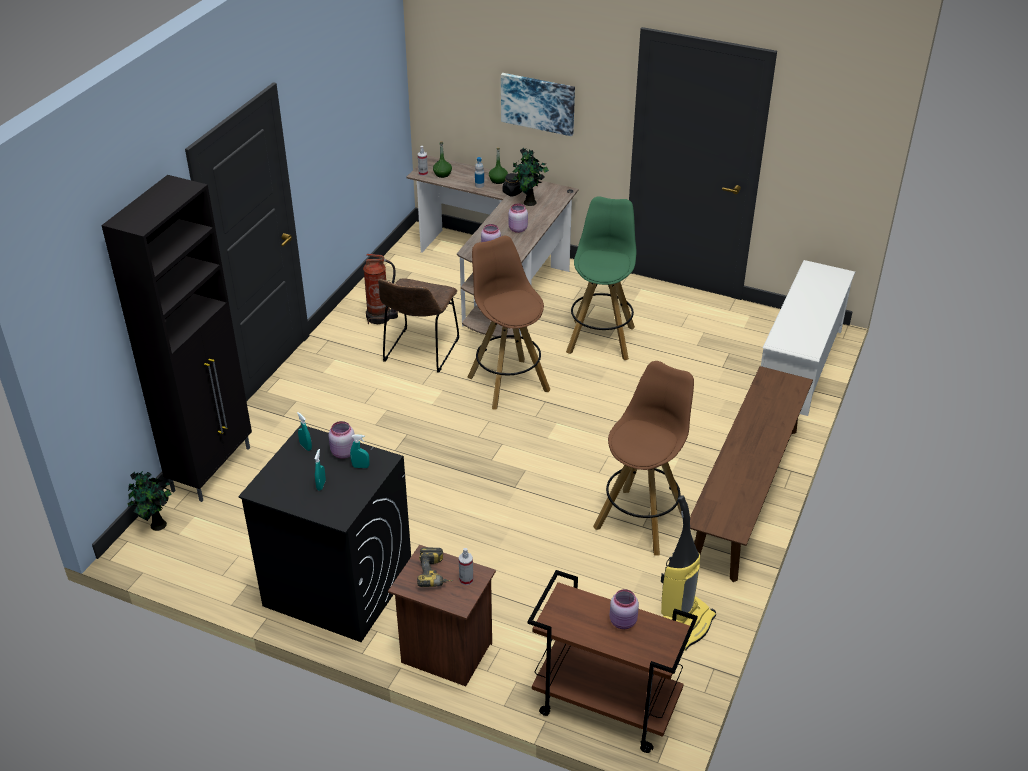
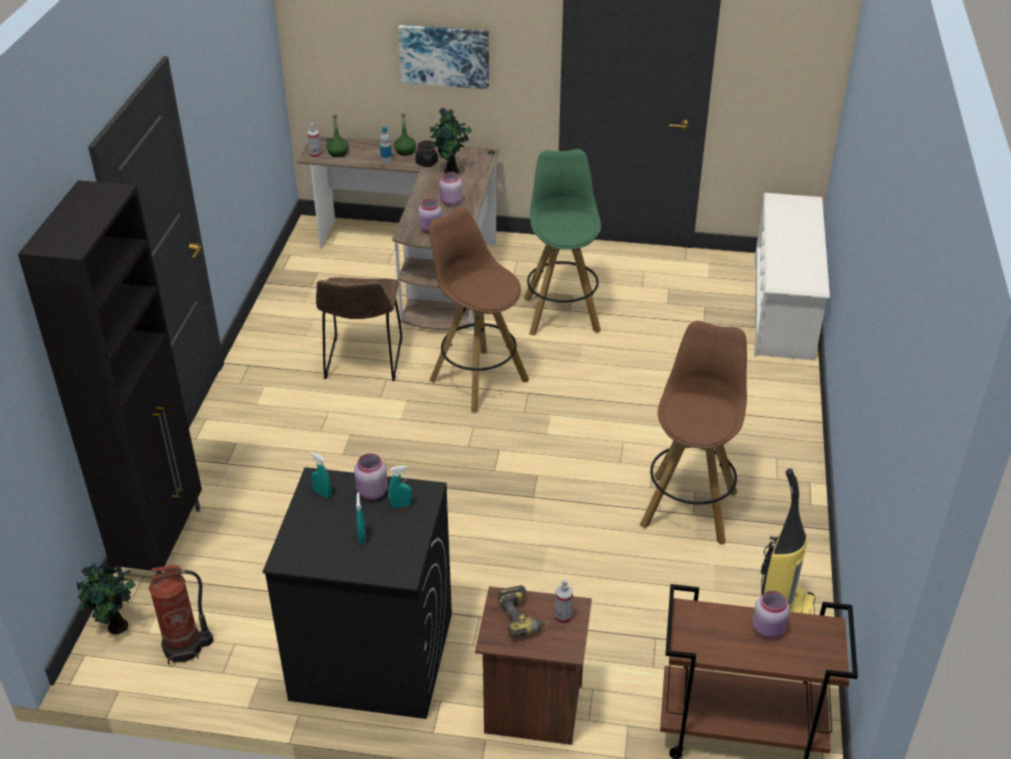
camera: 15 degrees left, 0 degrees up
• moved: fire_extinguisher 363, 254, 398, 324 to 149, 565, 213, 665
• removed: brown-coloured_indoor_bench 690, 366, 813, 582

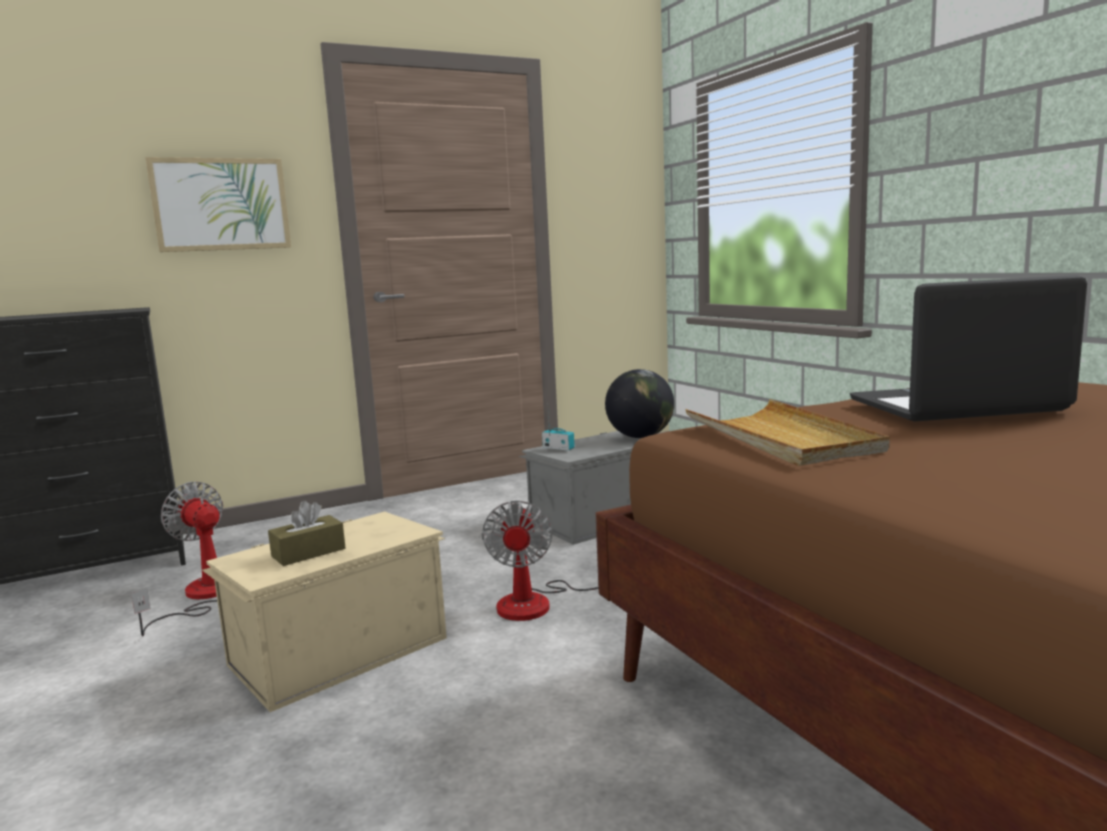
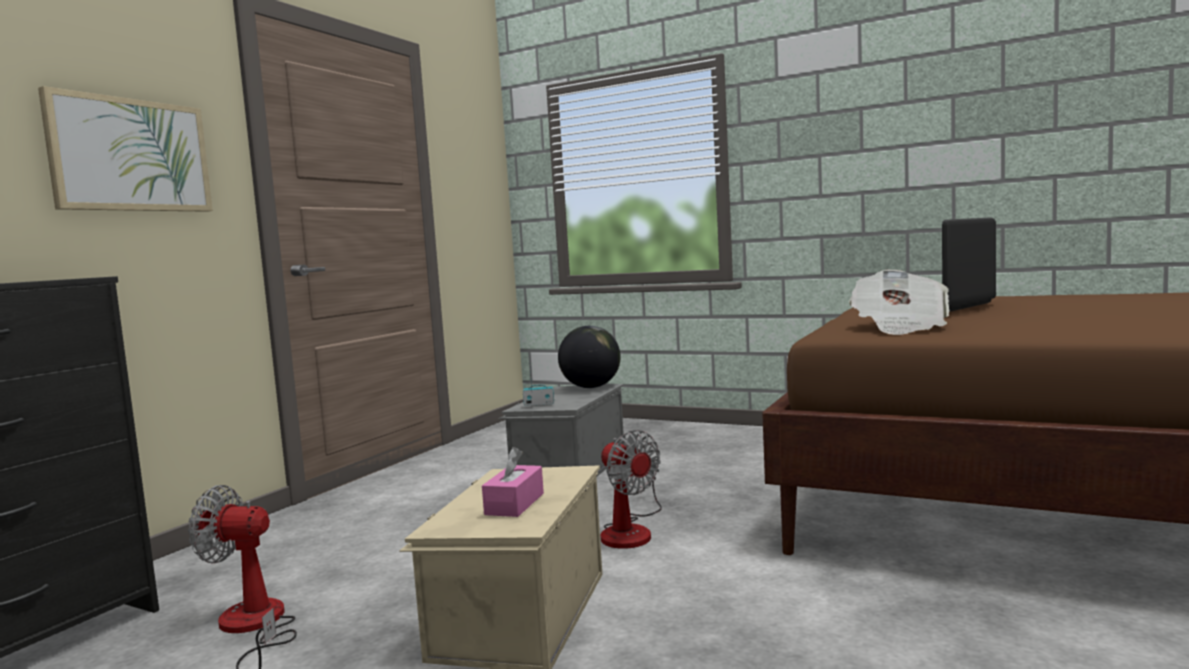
camera: 35 degrees left, 5 degrees down
• recoloured: brown-coloured_box_of_tissues 268, 501, 346, 566 to pink_box_of_tissues 482, 447, 544, 517
• replaced: beige-coloured_carrying_tray 685, 399, 890, 466 to printed_paper 849, 270, 949, 335

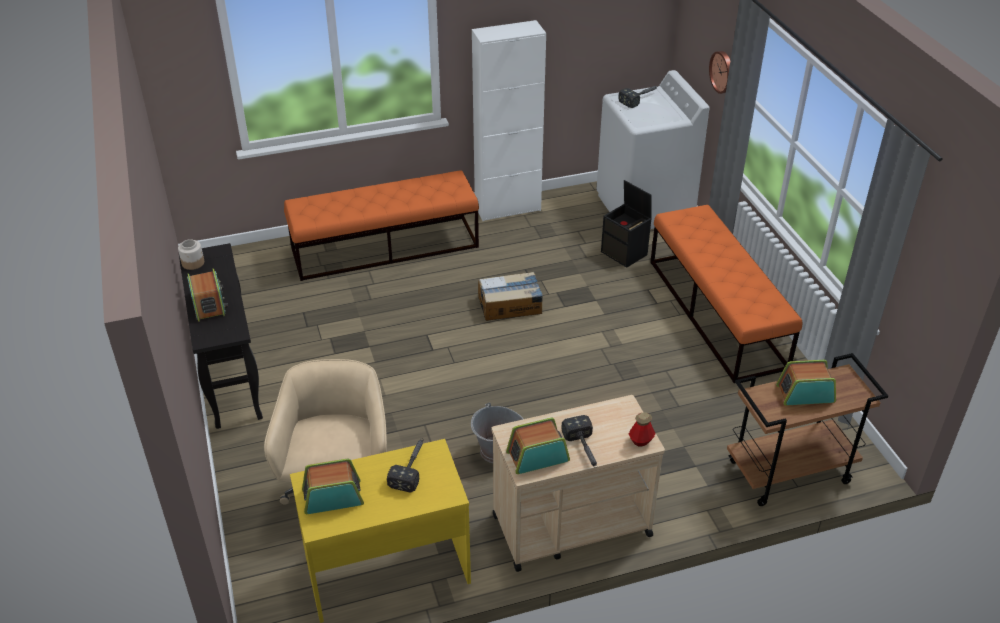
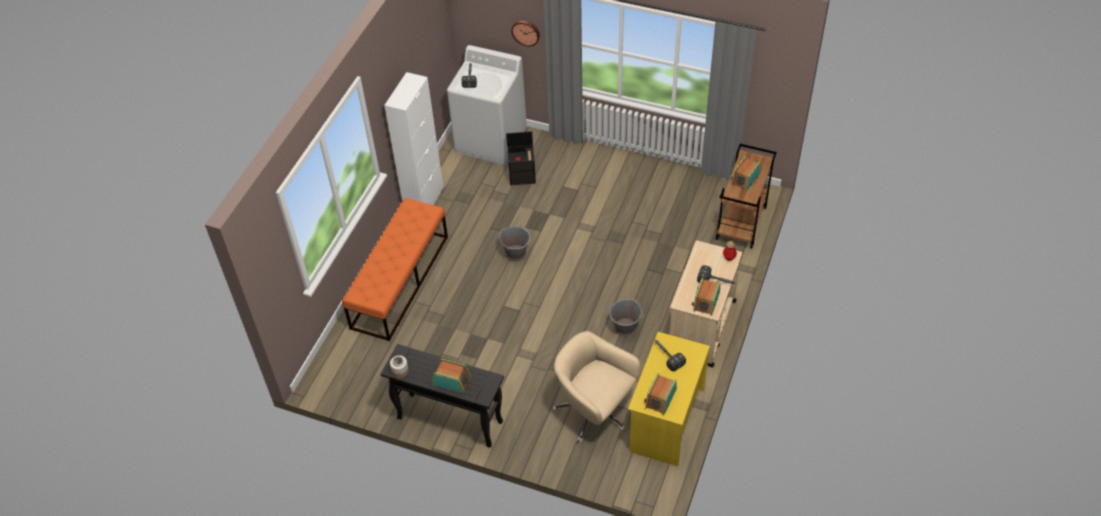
camera: 50 degrees left, 10 degrees up
• replaced: cardboard_box 478, 272, 543, 321 to grey_bucket 499, 225, 530, 262
• removed: orange_indoor_bench 650, 205, 802, 383

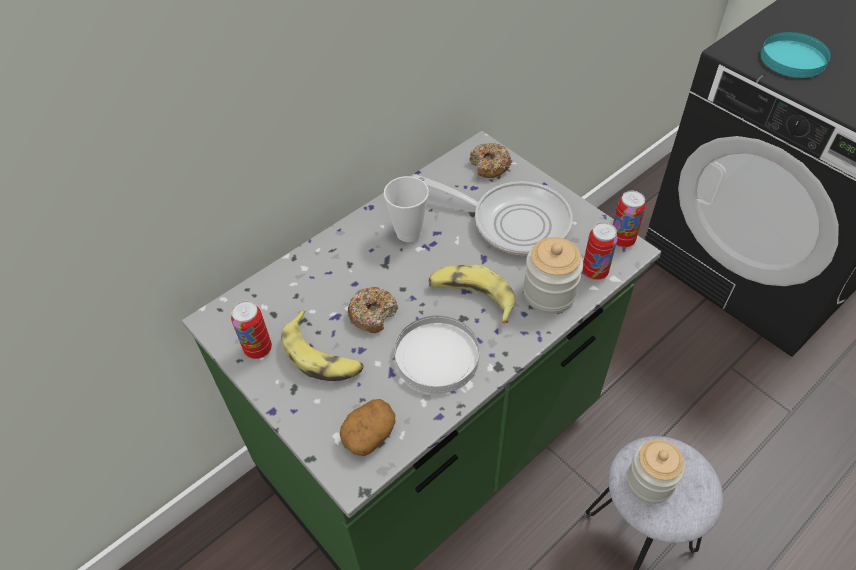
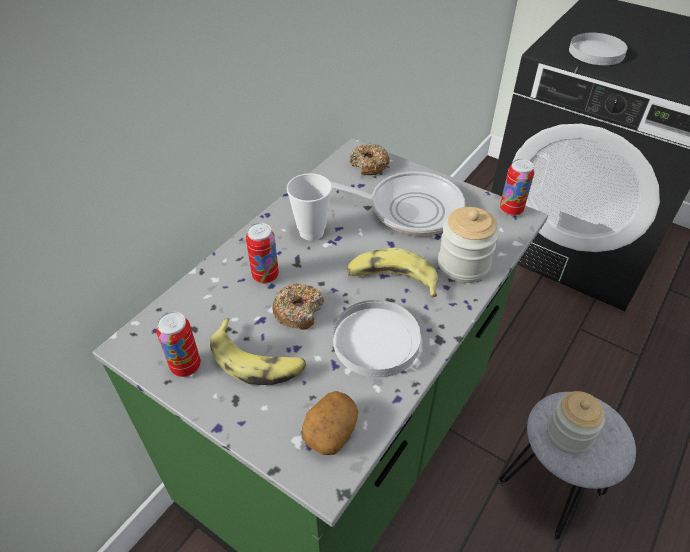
camera: 15 degrees left, 5 degrees down
• moved: metal_can 583, 222, 618, 280 to 246, 223, 279, 284
• recoloured: turquoise-coloured_flat_dish 761, 32, 831, 78 to white-coloured_flat_dish 569, 33, 628, 65

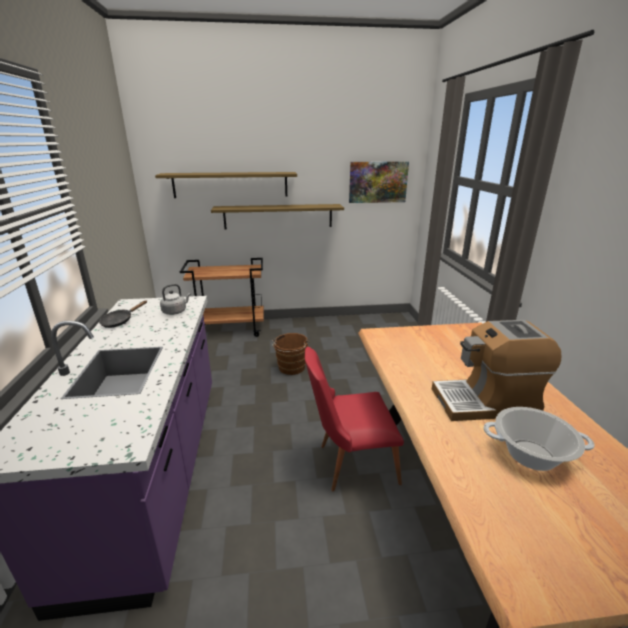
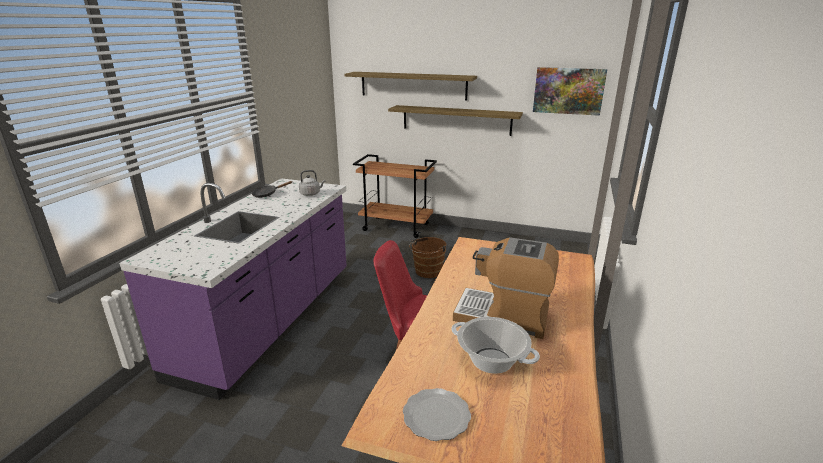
camera: 25 degrees right, 0 degrees up
• added: flat_dish 403, 388, 471, 441

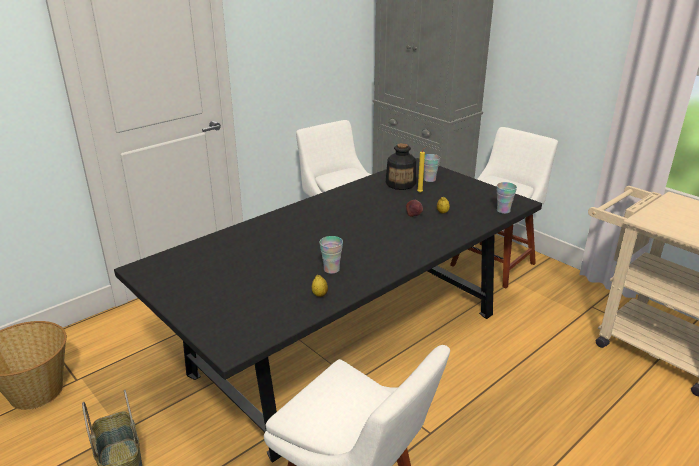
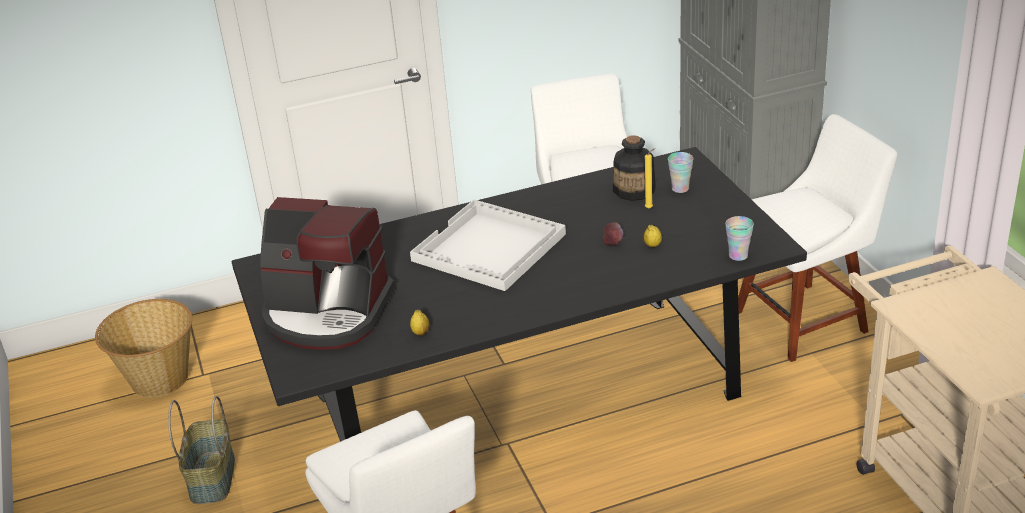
camera: 25 degrees right, 5 degrees up
• added: coffee_machine 260, 197, 395, 350
• added: white-coloured_carrying_tray 410, 199, 566, 291
• removed: cup 319, 236, 343, 274

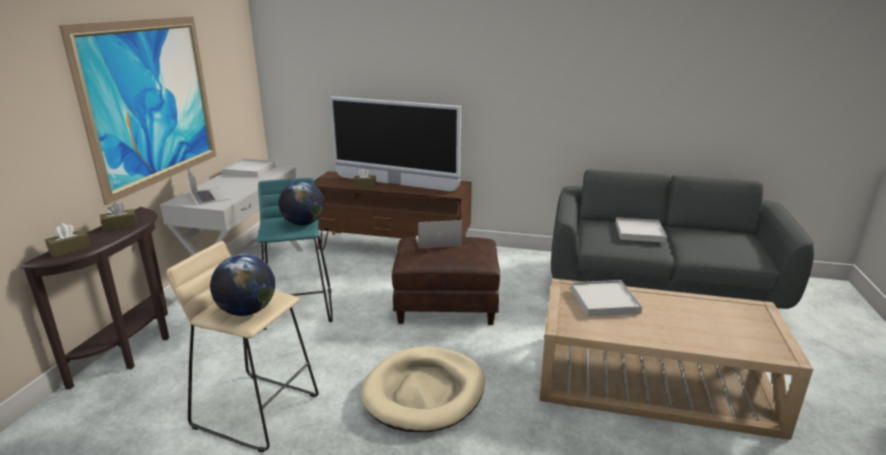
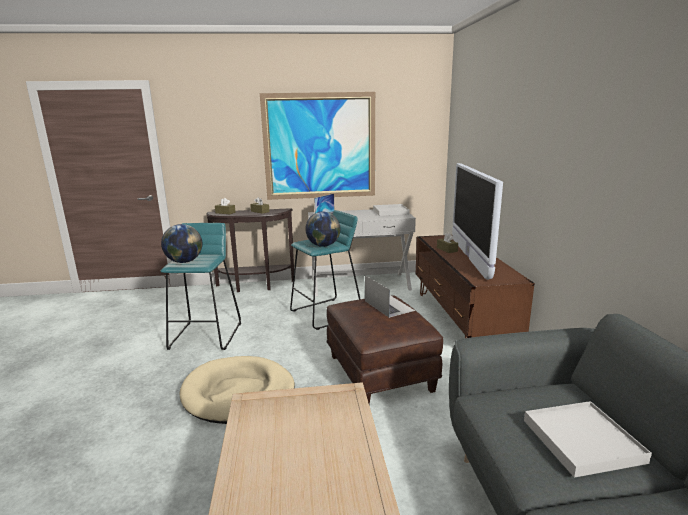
camera: 70 degrees right, 5 degrees down
• recoloured: beige-coloured_stool 167, 241, 319, 452 to turquoise-coloured_stool 160, 223, 241, 350
• removed: white-coloured_carrying_tray 571, 280, 642, 317

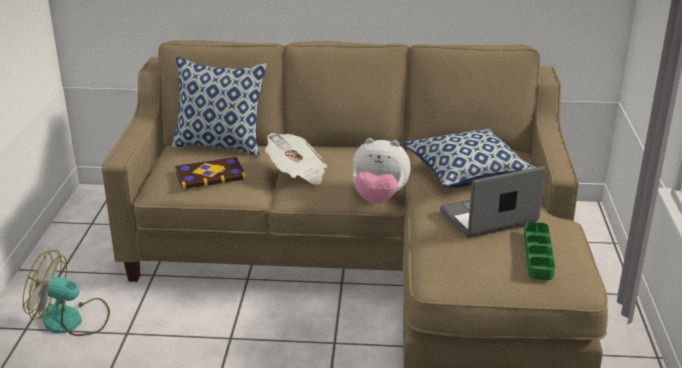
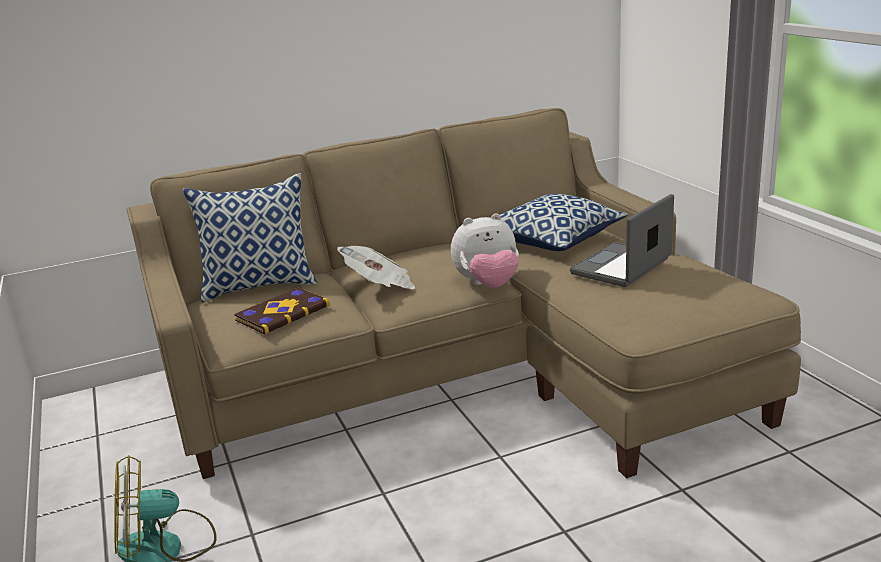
camera: 25 degrees left, 5 degrees down
• removed: green-coloured_carrying_tray 524, 222, 555, 280

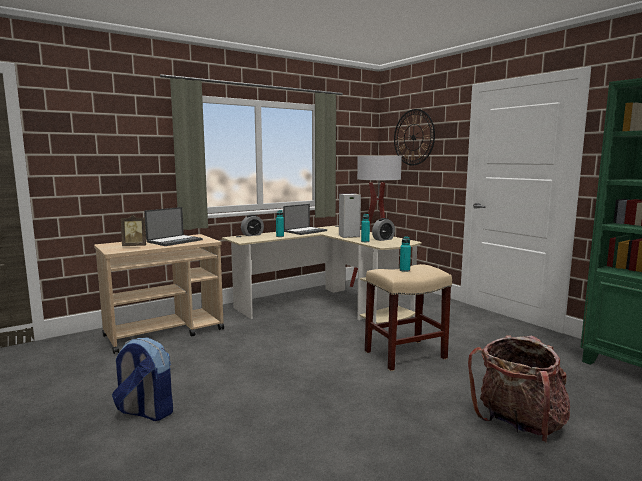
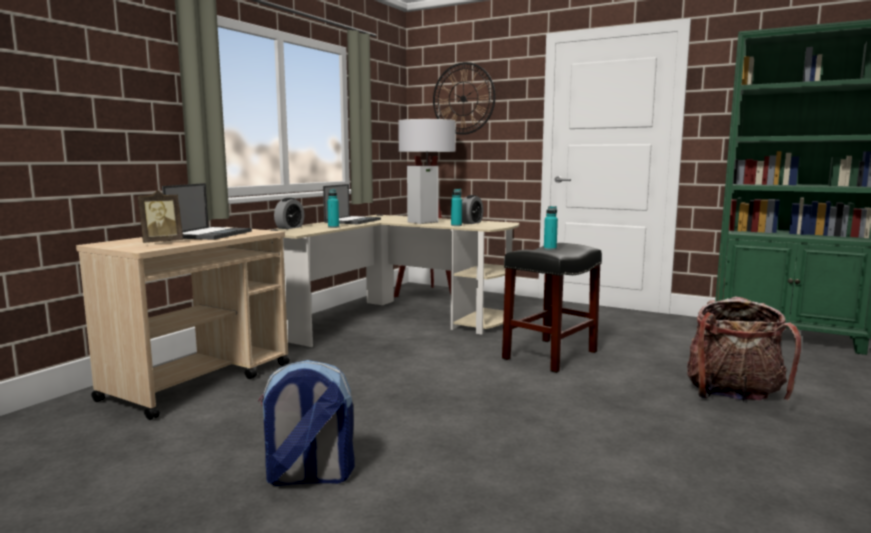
camera: 25 degrees left, 0 degrees up
• recoloured: beige-coloured_stool 365, 264, 452, 371 to blackish_stool 502, 243, 602, 373

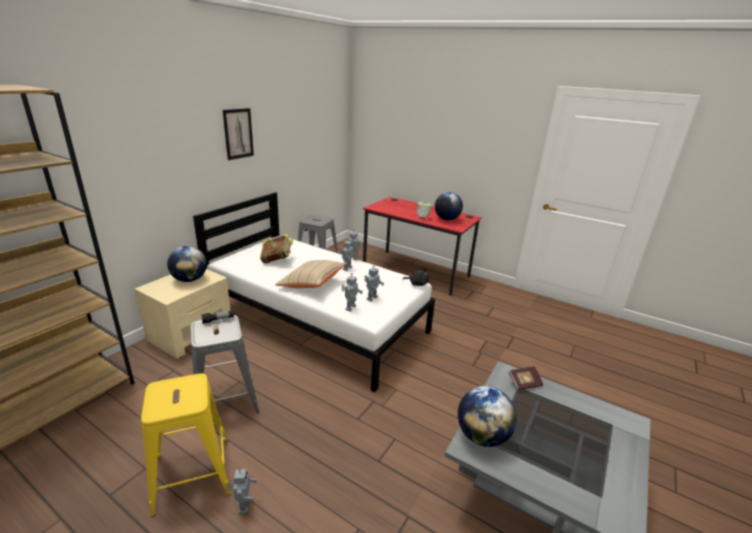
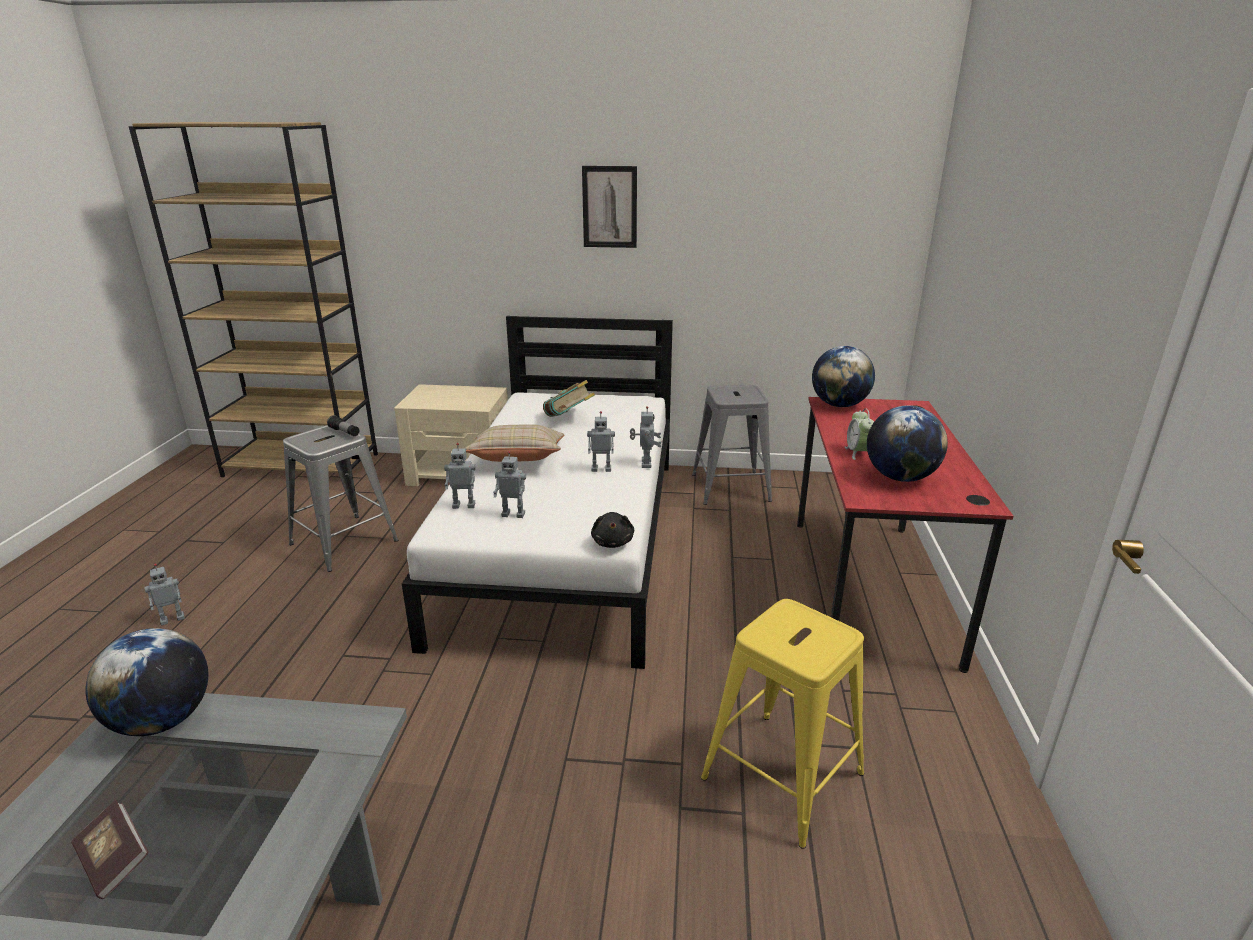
camera: 65 degrees right, 0 degrees up
• moved: bound_book 509, 366, 543, 390 to 72, 800, 149, 899
• moved: yellow_stool 141, 373, 231, 517 to 701, 599, 864, 849
• moved: world_globe 167, 246, 207, 282 to 812, 346, 875, 407

